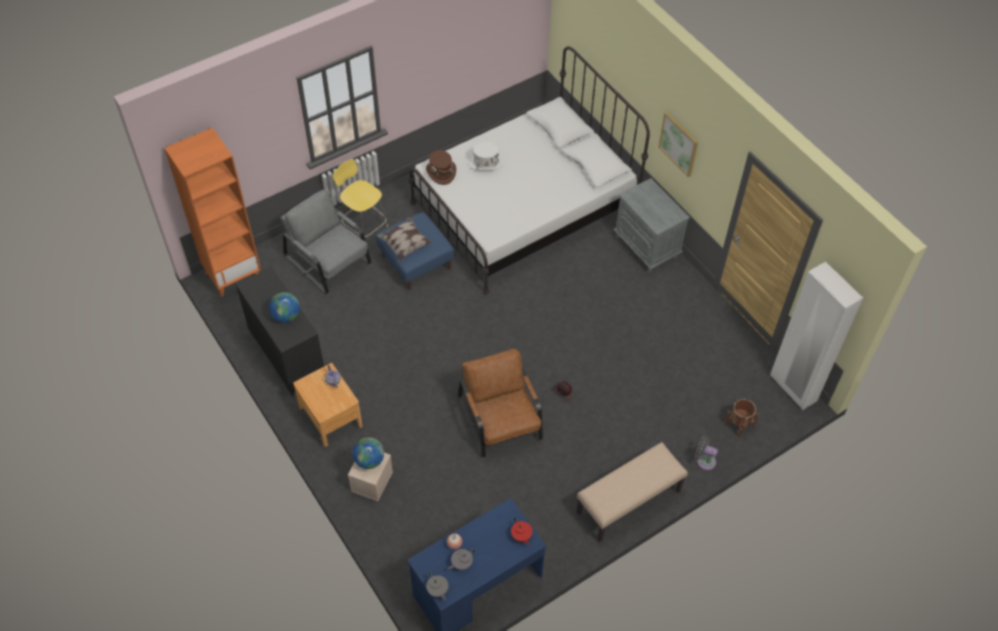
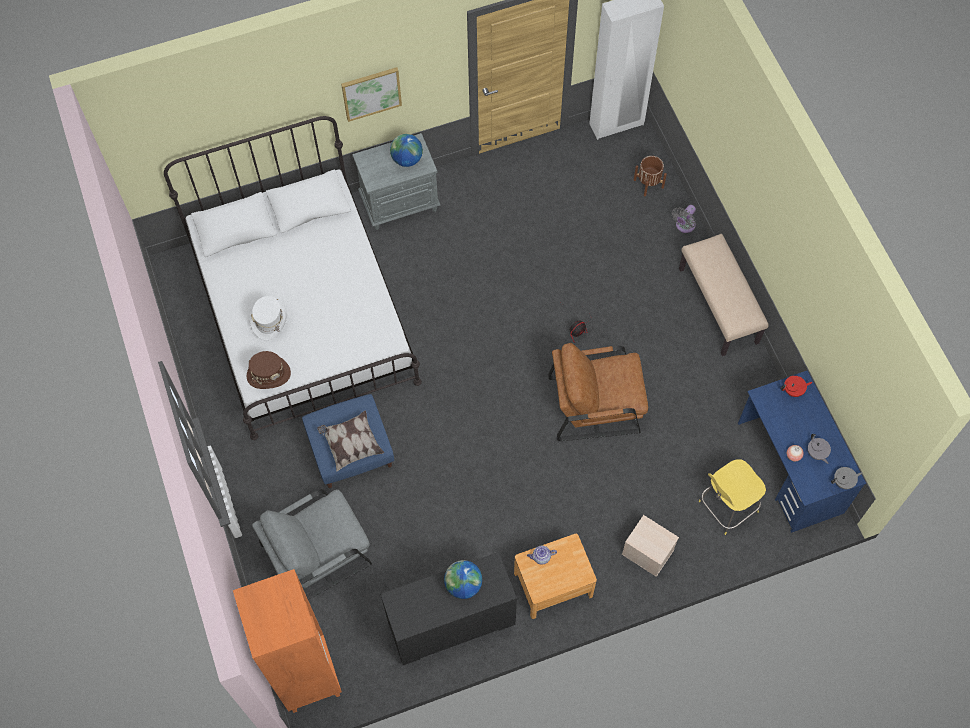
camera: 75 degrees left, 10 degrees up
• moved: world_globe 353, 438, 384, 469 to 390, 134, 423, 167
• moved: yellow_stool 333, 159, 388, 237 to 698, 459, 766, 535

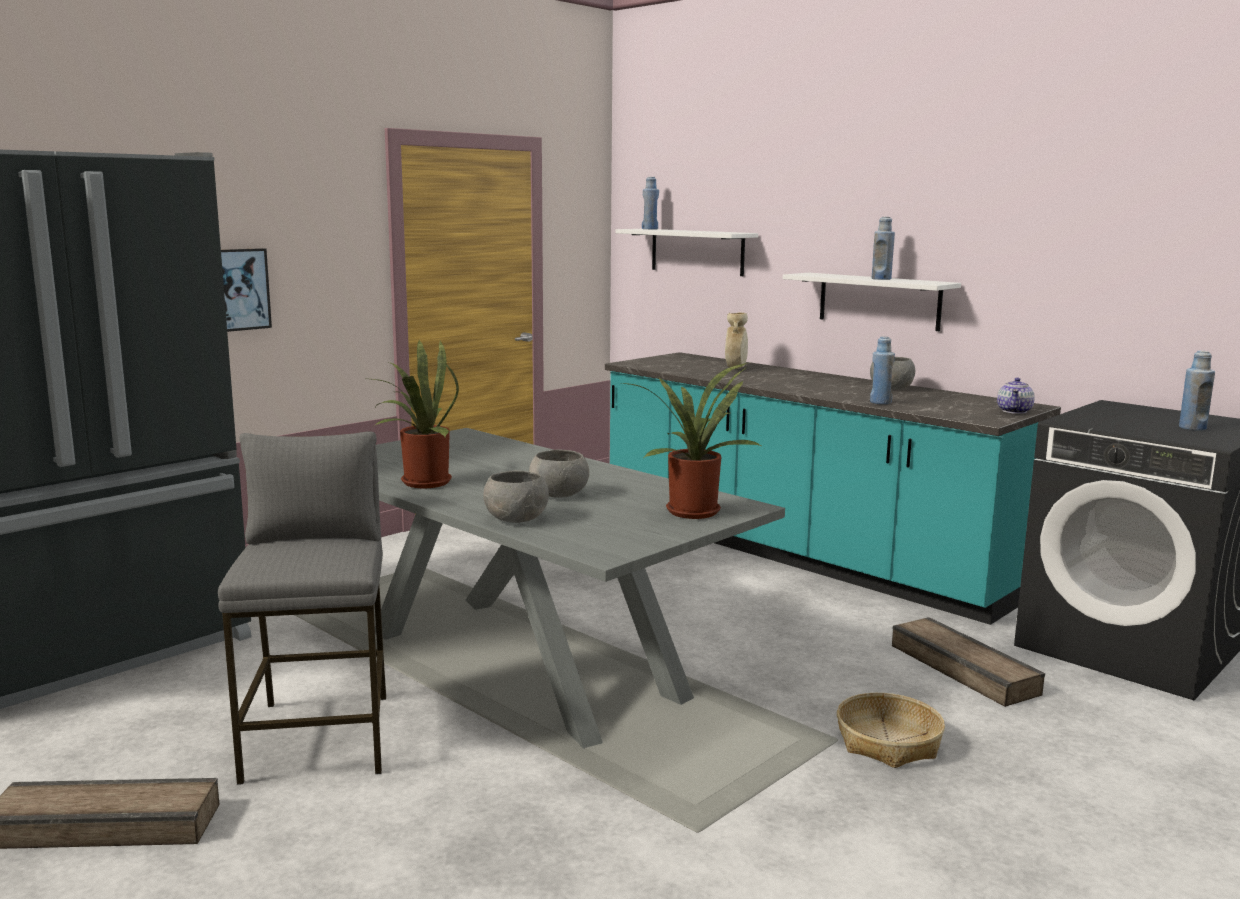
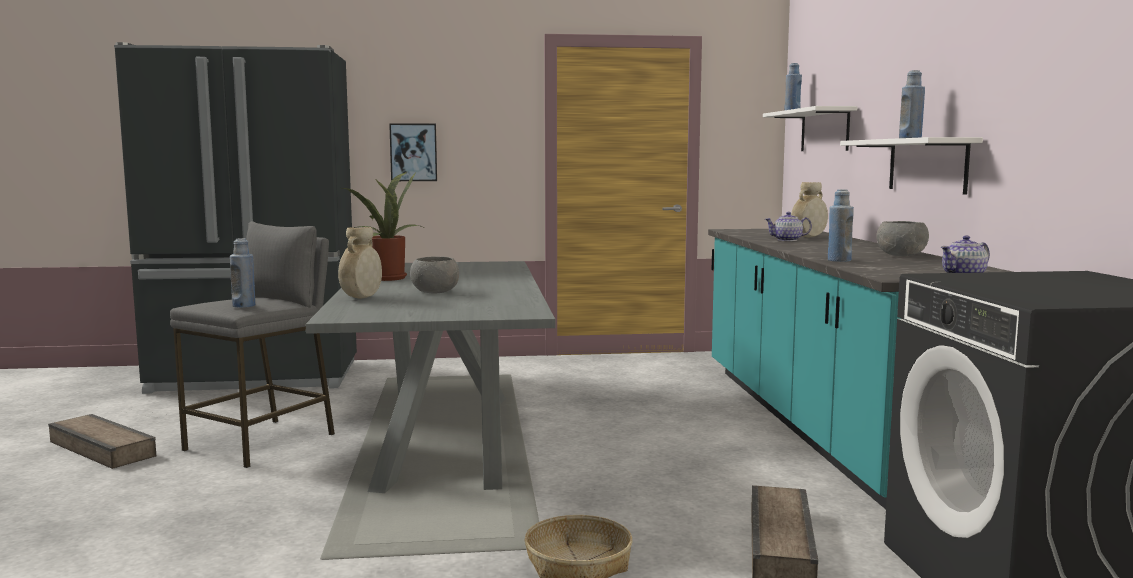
camera: 40 degrees right, 5 degrees down
• moved: blue_bottle 1179, 351, 1215, 431 to 230, 238, 255, 308
• replaced: grey_deep_dish 483, 470, 549, 523 to beige-coloured_vase 338, 227, 382, 299
• added: teapot 765, 212, 812, 241
• removed: potted_plant 622, 363, 763, 519

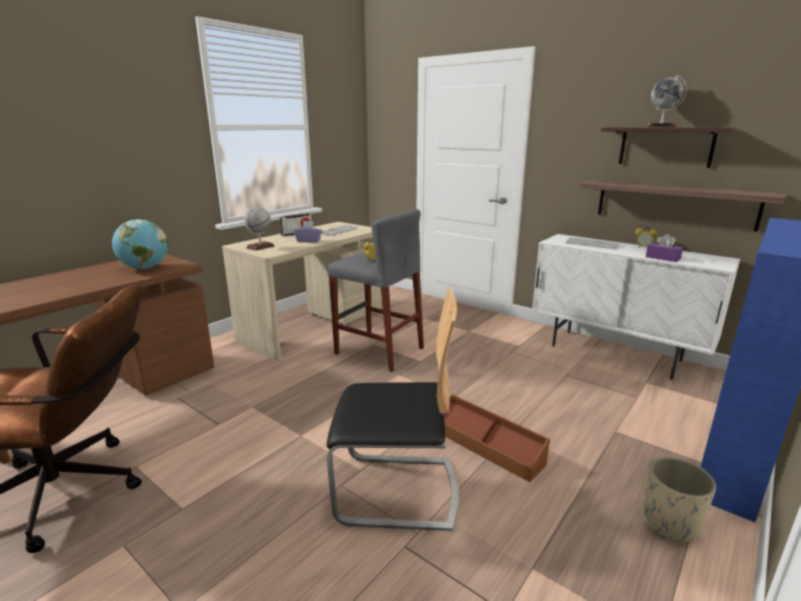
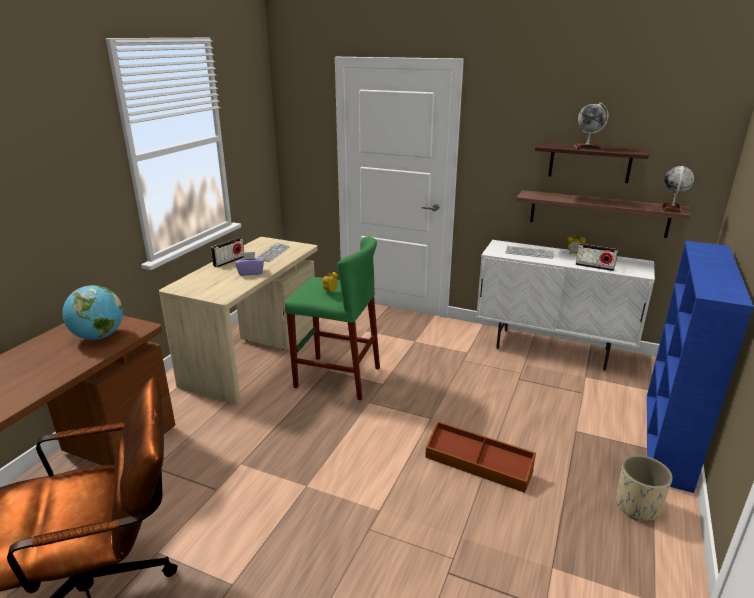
camera: 15 degrees left, 5 degrees up
• recoloured: grey_stool 327, 209, 424, 372 to green-coloured_stool 285, 236, 380, 400
• replaced: purplish_box_of_tissues 646, 234, 683, 262 to radio_set 575, 244, 618, 271
• moved: world_globe 244, 206, 275, 251 to 662, 166, 694, 213
• removed: upright_chair 327, 287, 459, 531

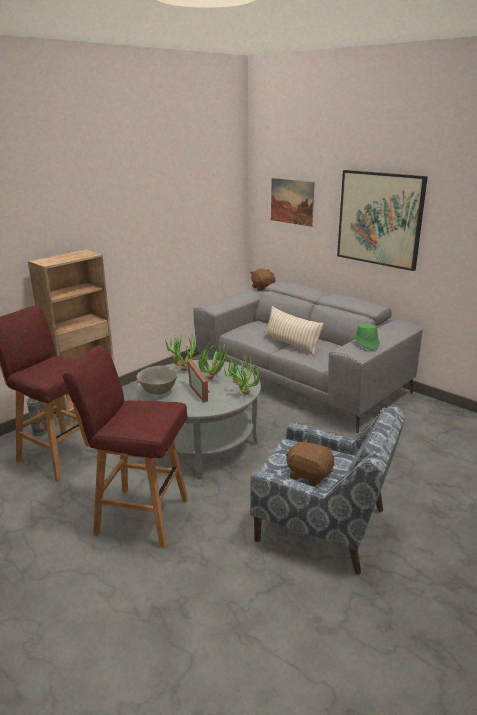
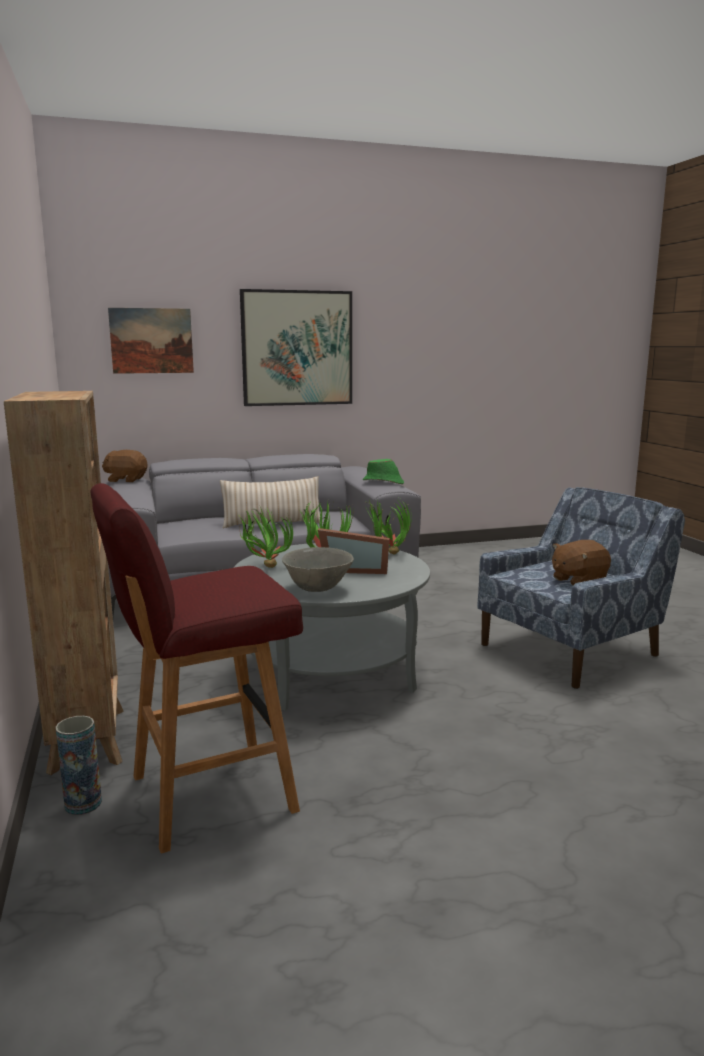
camera: 60 degrees left, 10 degrees down
• removed: red_stool 63, 345, 188, 547

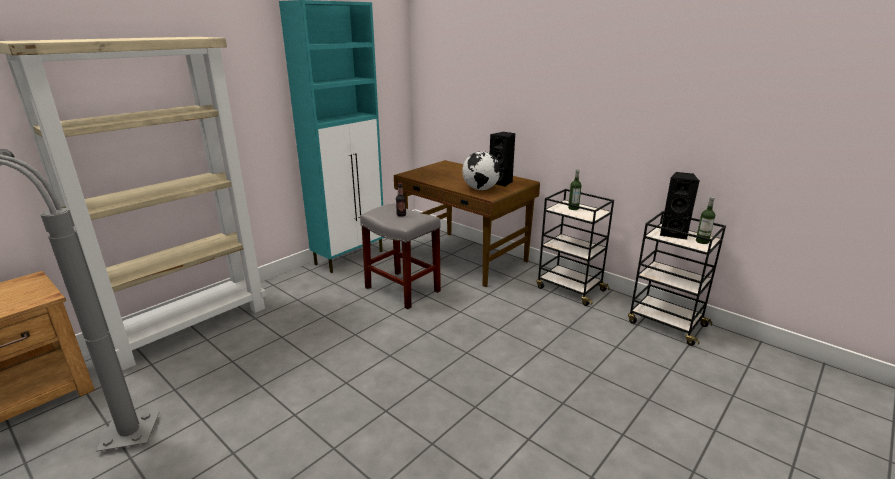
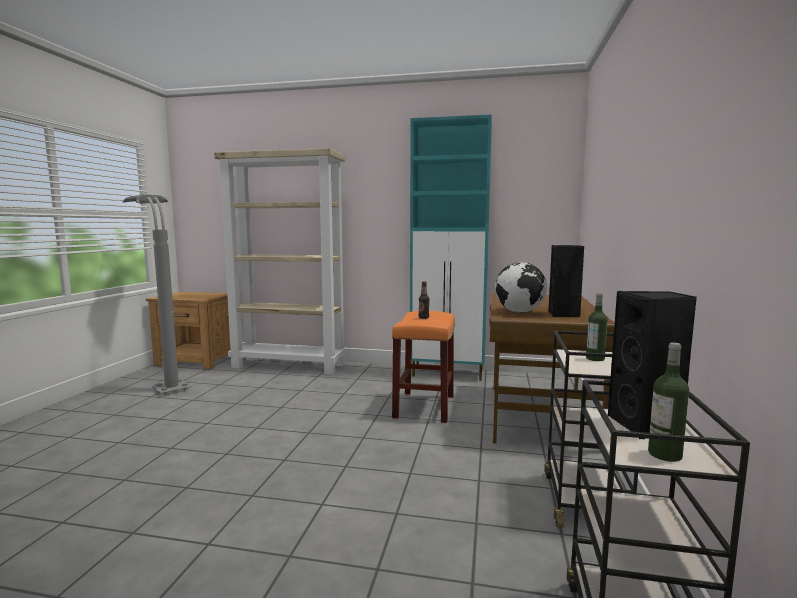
camera: 60 degrees right, 15 degrees down
• recoloured: grey_stool 360, 203, 441, 310 to orange_stool 392, 311, 455, 423

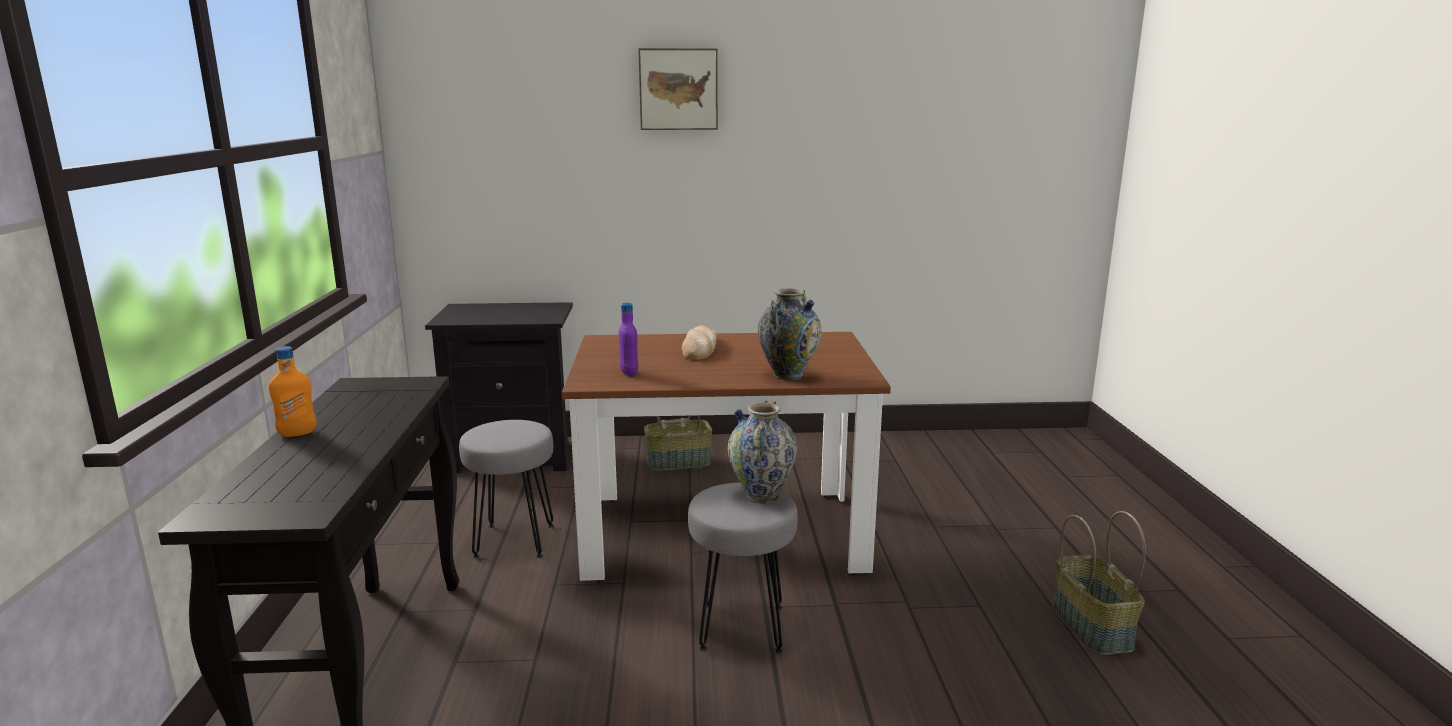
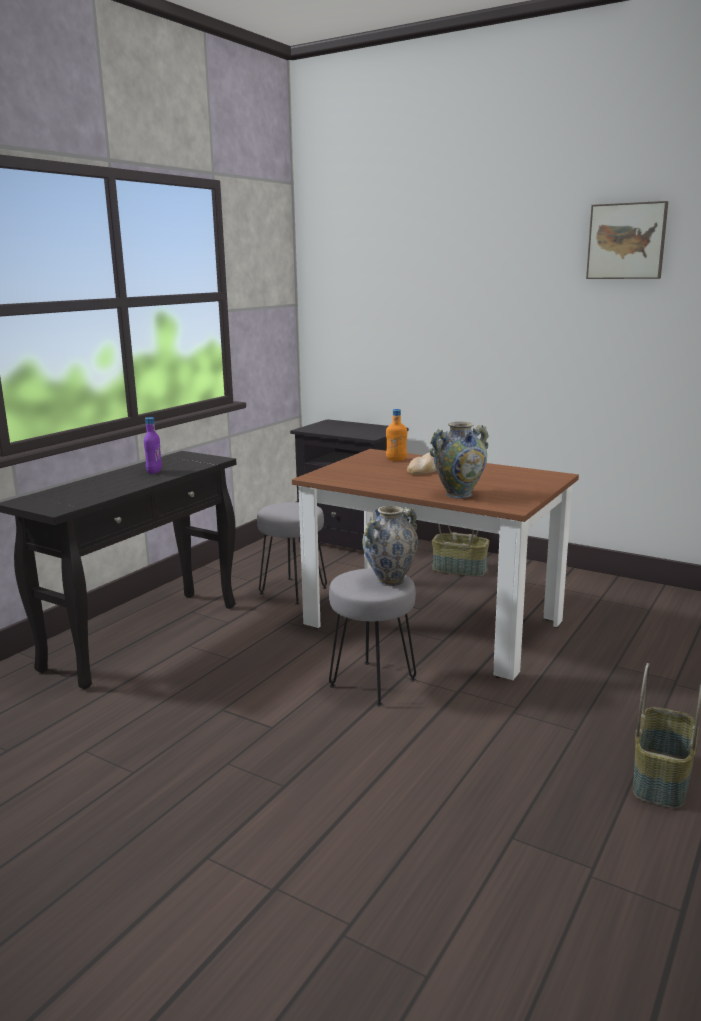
camera: 35 degrees right, 0 degrees up
• moved: purplish_bottle 618, 303, 638, 376 to 144, 417, 162, 474
• moved: orange_bottle 269, 346, 317, 437 to 386, 409, 407, 461
• moved: wall_art 638, 48, 718, 130 to 586, 201, 668, 279

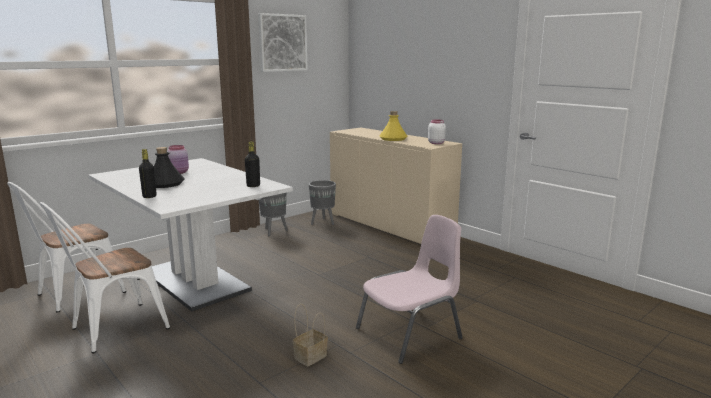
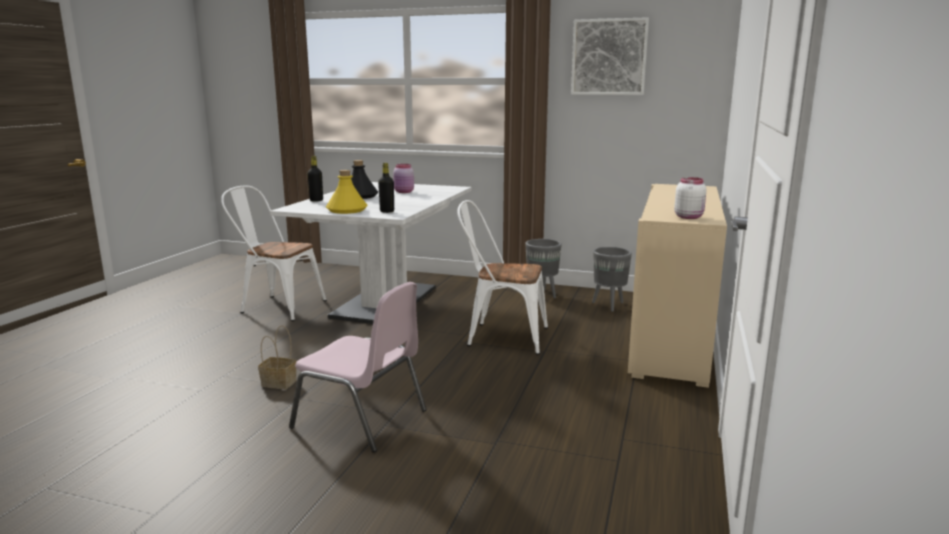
camera: 60 degrees right, 0 degrees up
• moved: yellow_bottle 379, 111, 408, 141 to 326, 170, 368, 214
• moved: white-coloured_upright_chair 7, 182, 126, 313 to 457, 200, 548, 355

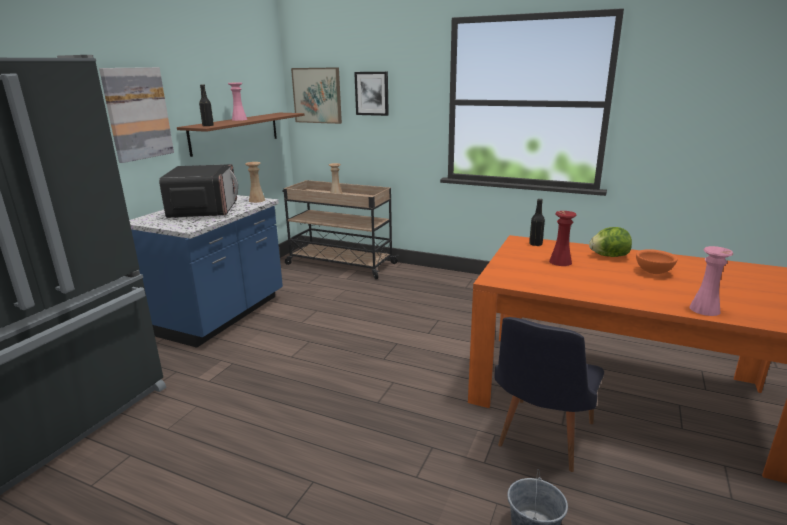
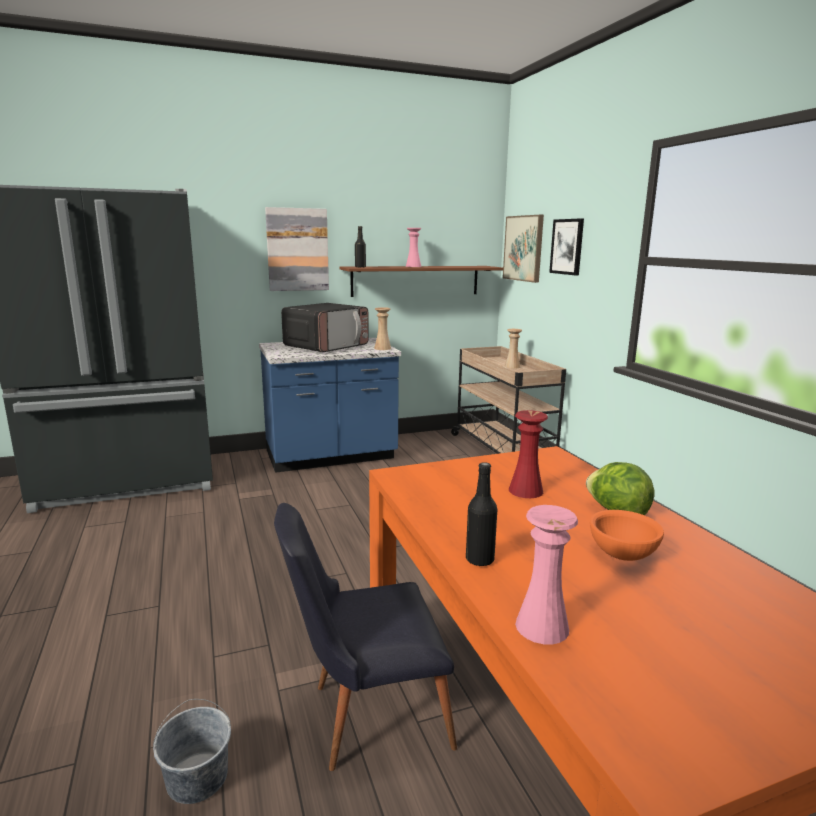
camera: 45 degrees right, 5 degrees down
• moved: blackish_bottle 529, 199, 545, 246 to 466, 462, 497, 566

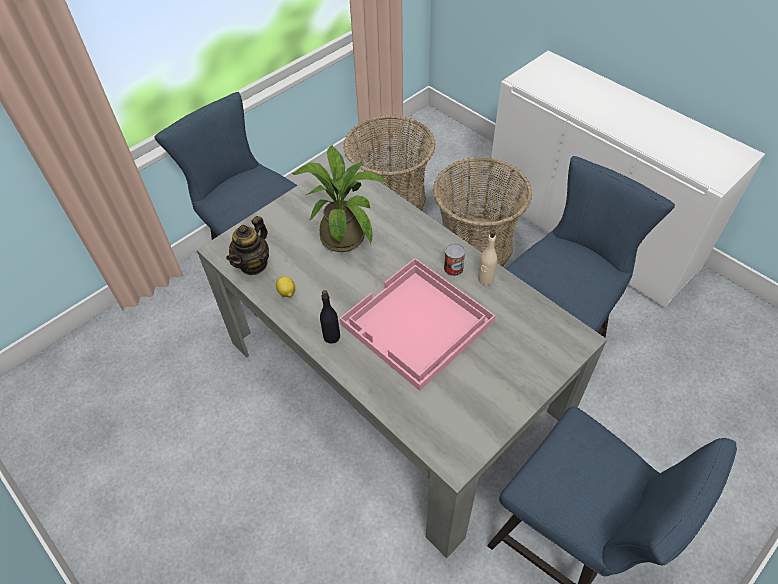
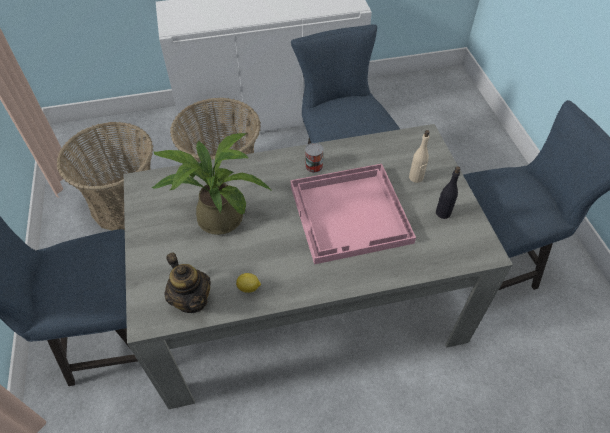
camera: 60 degrees left, 0 degrees up
• moved: beige-coloured_bottle 478, 231, 497, 285 to 409, 130, 430, 183
• moved: blackish_bottle 320, 290, 340, 344 to 436, 166, 460, 219

